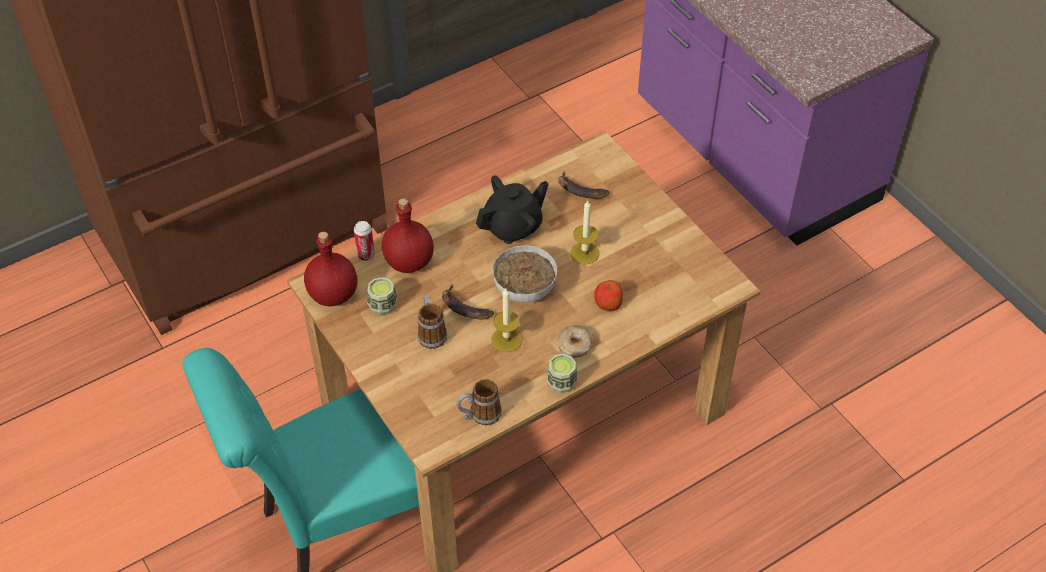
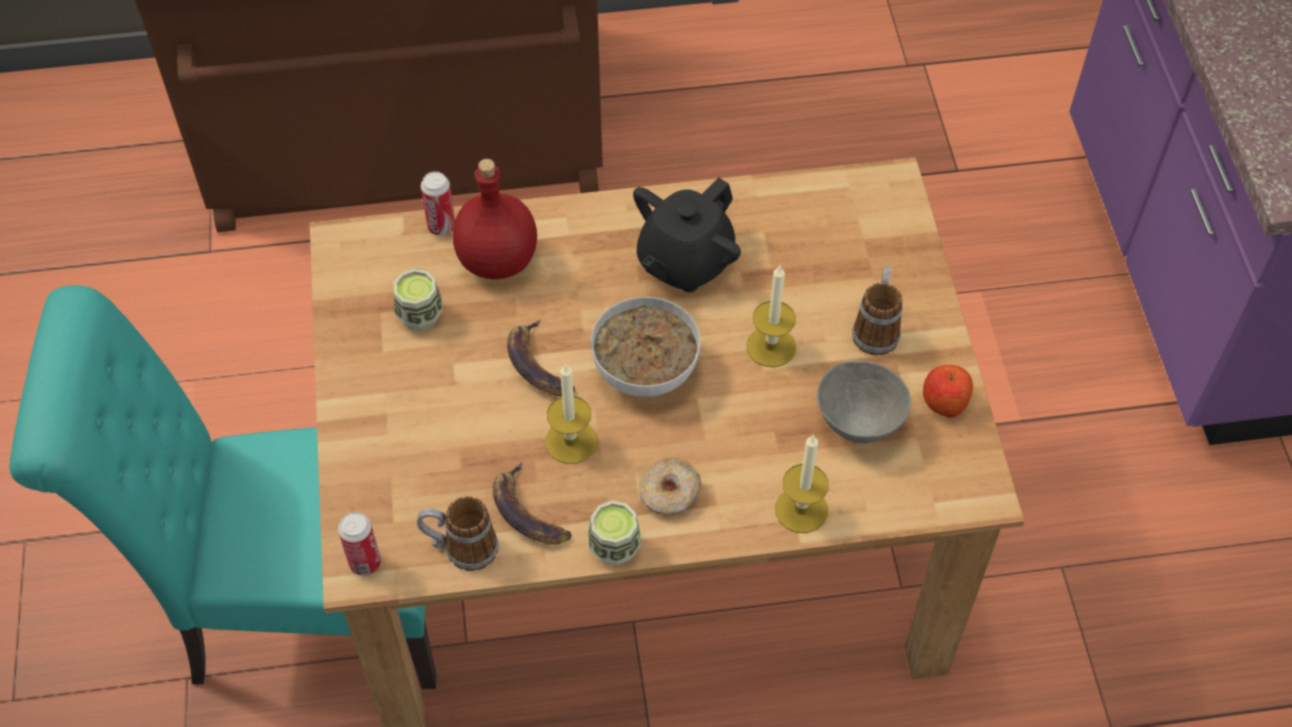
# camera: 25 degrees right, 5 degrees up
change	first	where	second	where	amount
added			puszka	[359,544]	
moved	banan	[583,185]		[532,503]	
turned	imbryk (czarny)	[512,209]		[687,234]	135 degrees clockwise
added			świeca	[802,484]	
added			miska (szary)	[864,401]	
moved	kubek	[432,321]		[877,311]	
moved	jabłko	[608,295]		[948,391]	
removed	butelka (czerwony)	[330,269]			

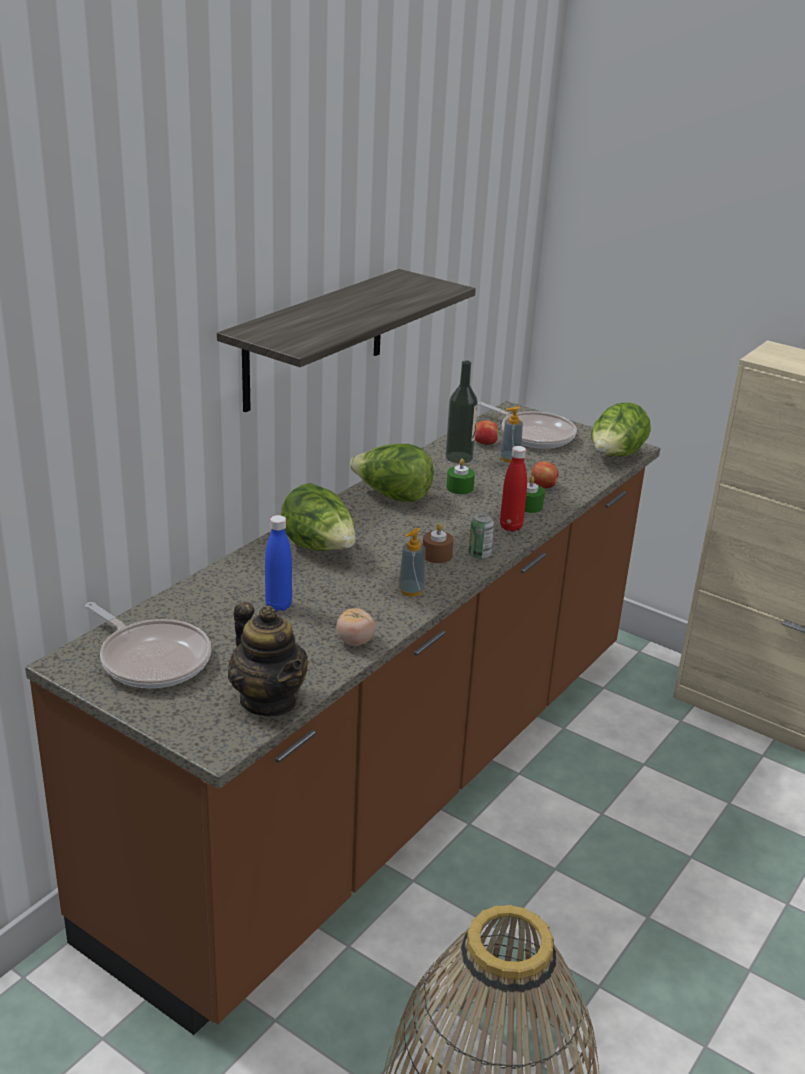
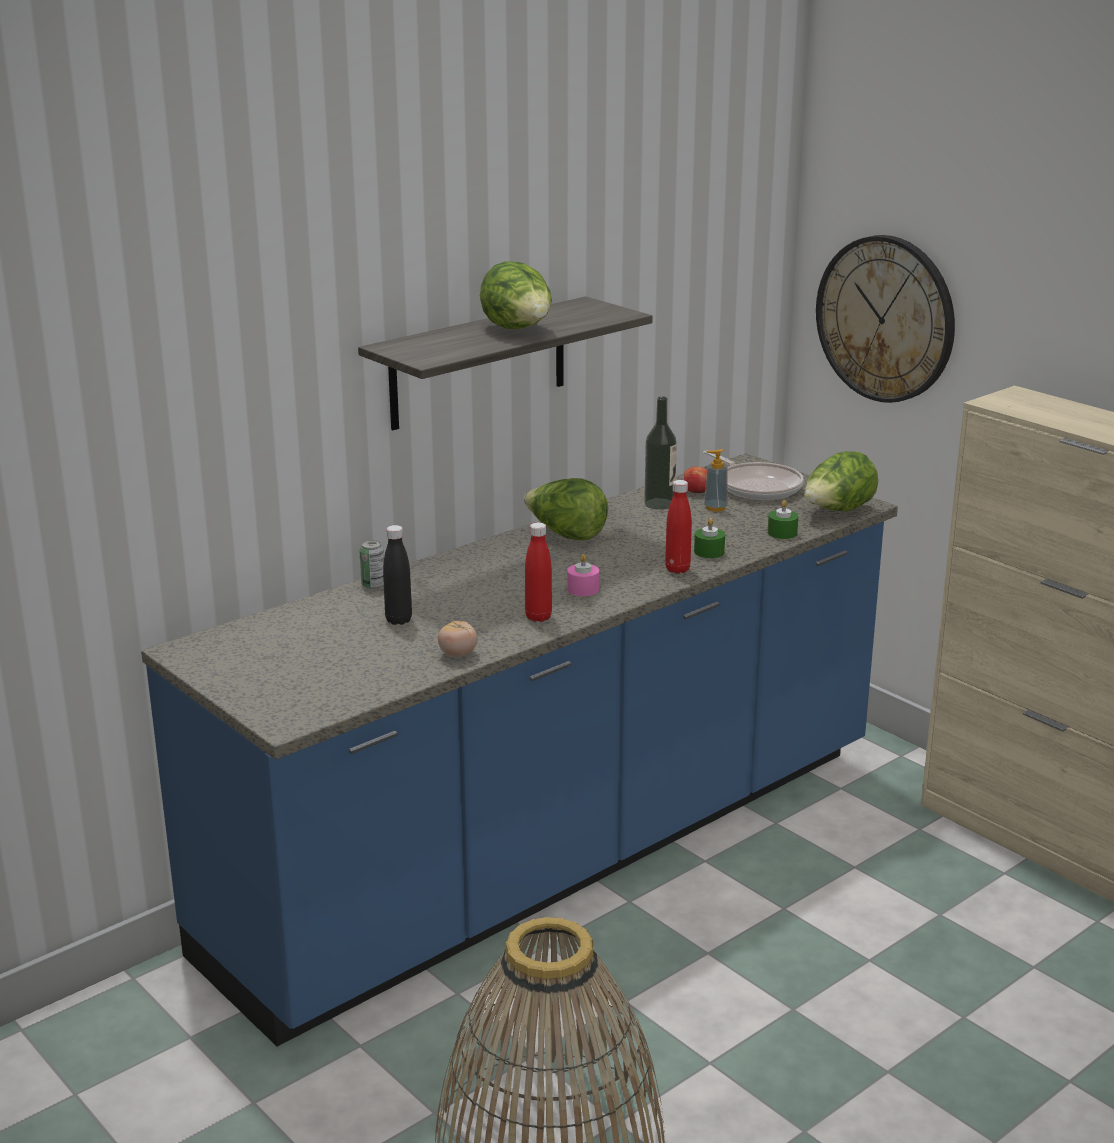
# camera: 15 degrees right, 5 degrees down
change	first	where	second	where	amount
recoloured	zabudowa kuchenna (brązowy)	[342,718]	zabudowa kuchenna (niebieski)	[519,749]	
moved	puszka	[481,536]		[371,564]	
recoloured	butelka (niebieski)	[278,563]	butelka (czarny)	[397,575]	
moved	sałata	[318,517]		[516,295]	
replaced	dozownik mydła	[411,562]	butelka (czerwony)	[538,572]	
recoloured	świeca (brązowy)	[438,543]	świeca (różowy)	[583,575]	
moved	świeca (zielony)	[460,477]		[783,519]	
added			zegar ścienny	[885,319]	
removed	patelnia	[148,645]			
removed	imbryk	[268,659]			
removed	jabłko	[544,474]			

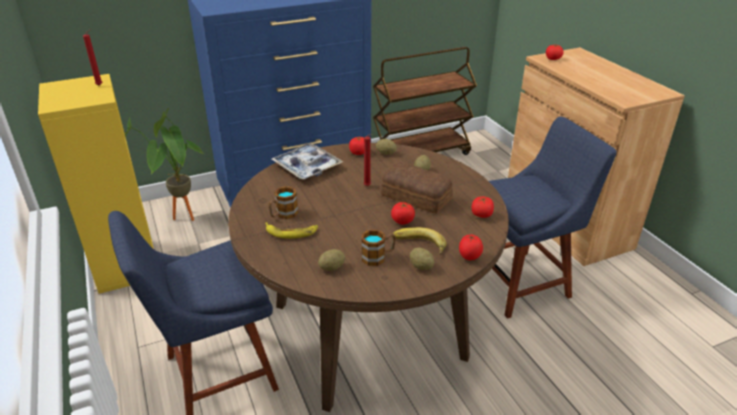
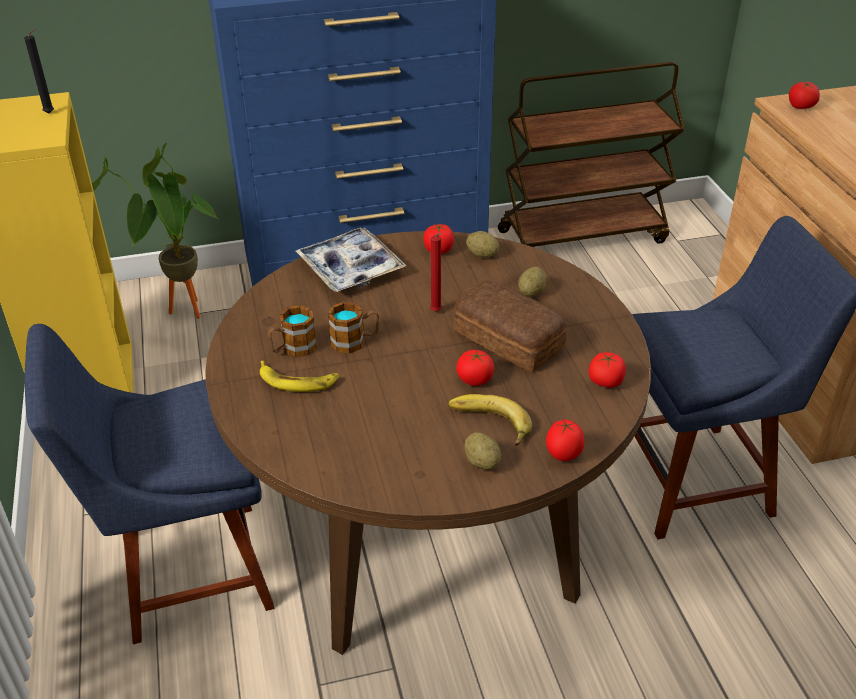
# camera: 10 degrees right, 5 degrees up
change	first	where	second	where	amount
recoloured	świeca (czerwony)	[92,57]	świeca (czarny)	[39,71]	
moved	kubek	[379,248]		[353,327]	
removed	ziemniak	[331,260]			

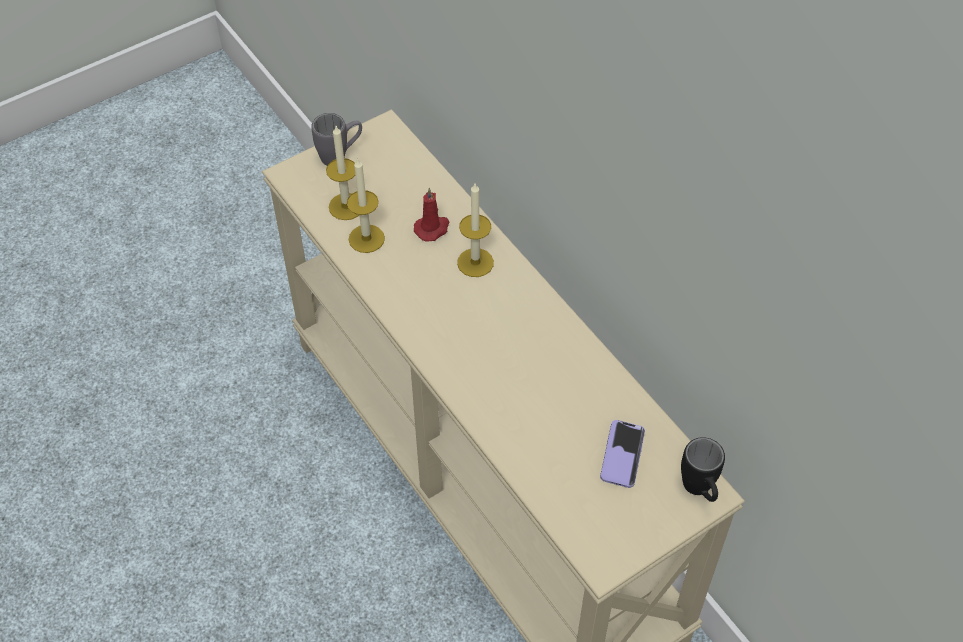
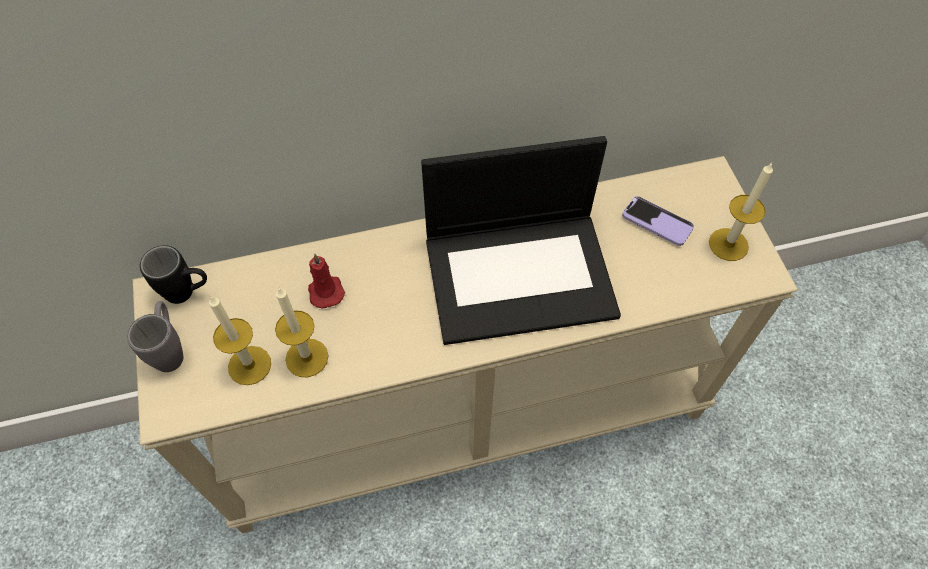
# camera: 70 degrees left, 5 degrees up
change	first	where	second	where	amount
moved	kubek (czarny)	[703,469]		[173,274]	
added			laptop	[521,240]	
moved	świeca	[475,230]		[741,212]	

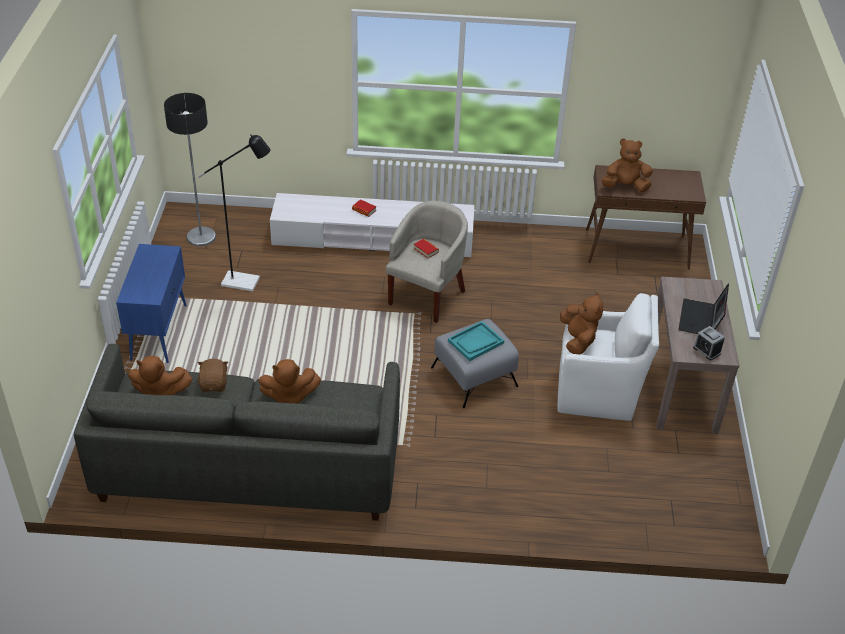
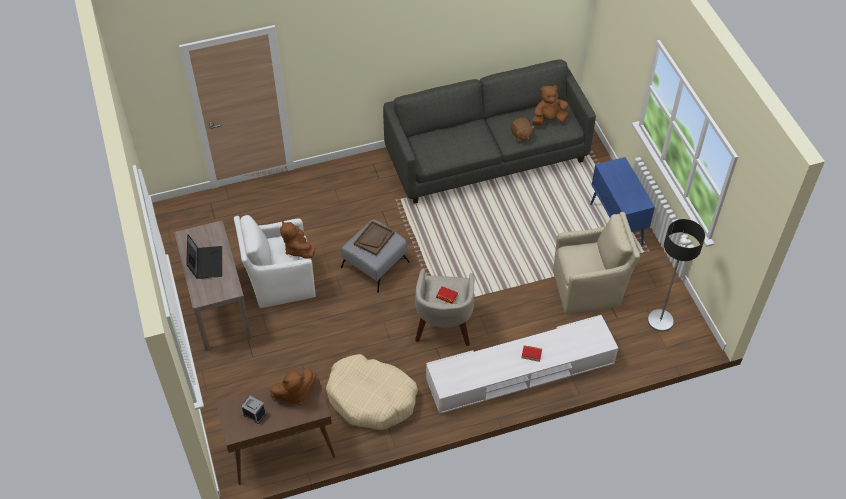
# camera: 160 degrees right, 10 degrees up
change	first	where	second	where	amount
moved	budzik	[709,343]		[254,410]	
added			legowisko (beżowy)	[372,392]	
recoloured	taca (turkusowy)	[476,341]	taca (brązowy)	[374,238]	
replaced	lampa stojąca (czarny)	[234,212]	fotel (beżowy)	[596,262]	
removed	pluszak (brązowy)	[289,381]			

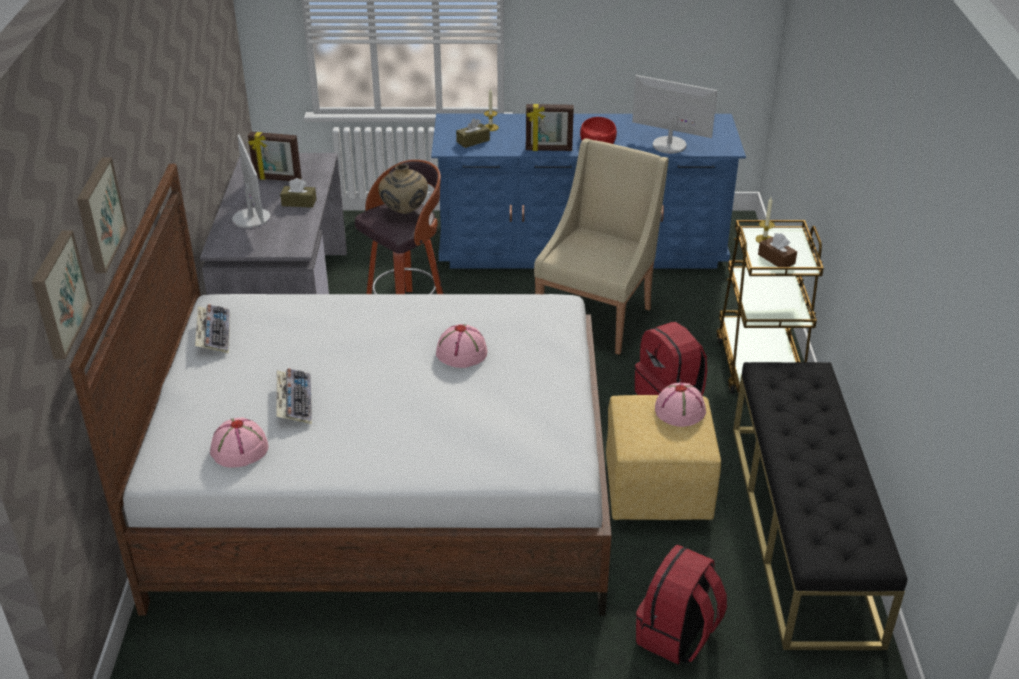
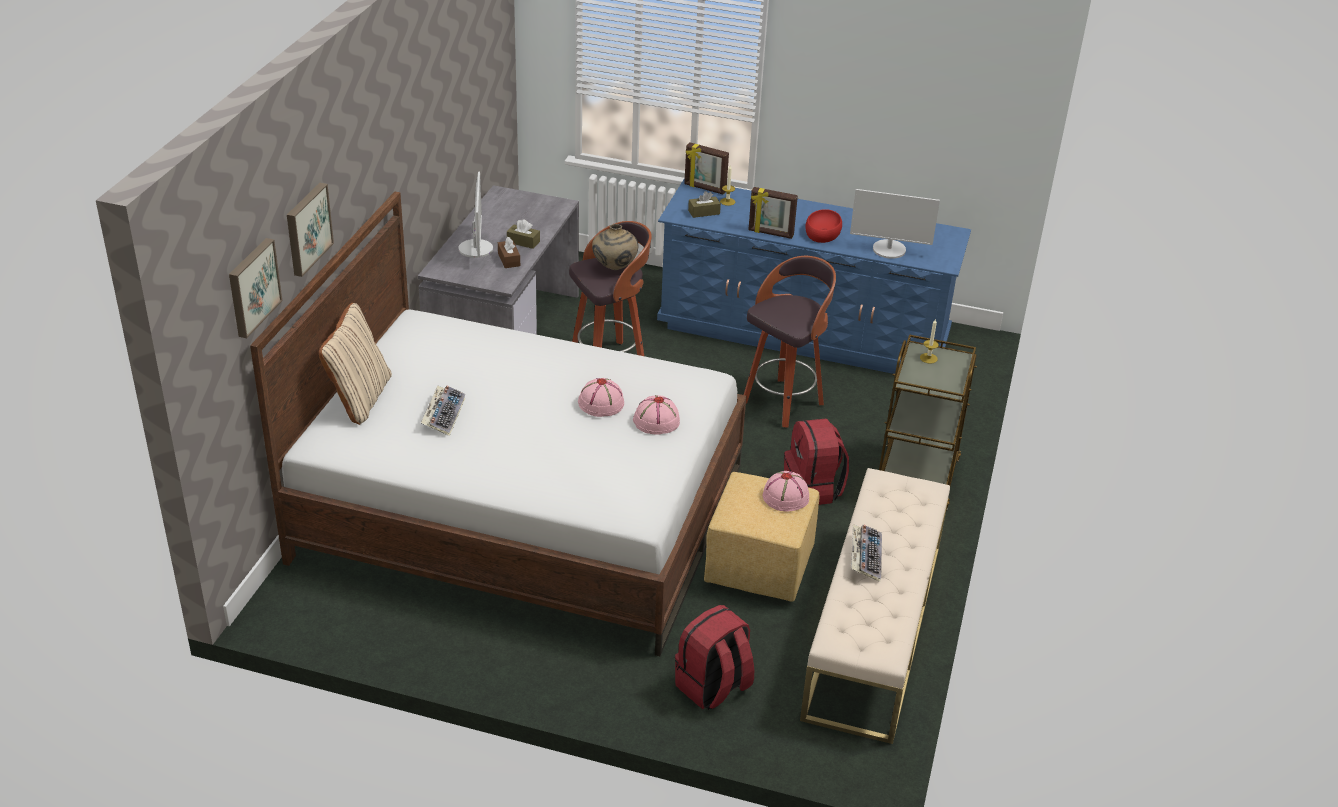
# camera: 15 degrees right, 0 degrees up
change	first	where	second	where	amount
added			poduszka (beżowy)	[355,364]	
moved	pudełko chusteczek (brązowy)	[777,250]		[509,252]	
moved	kapelusz (różowy)	[239,442]		[656,414]	
moved	ramka na zdjęcie	[275,156]		[706,168]	
replaced	fotel (beżowy)	[601,247]	stołek	[790,342]	
recoloured	ławka (czarny)	[820,506]	ławka (beżowy)	[875,606]	
turned	monitor	[674,114]		[895,224]	150 degrees clockwise
moved	klawiatura	[212,329]		[866,553]	

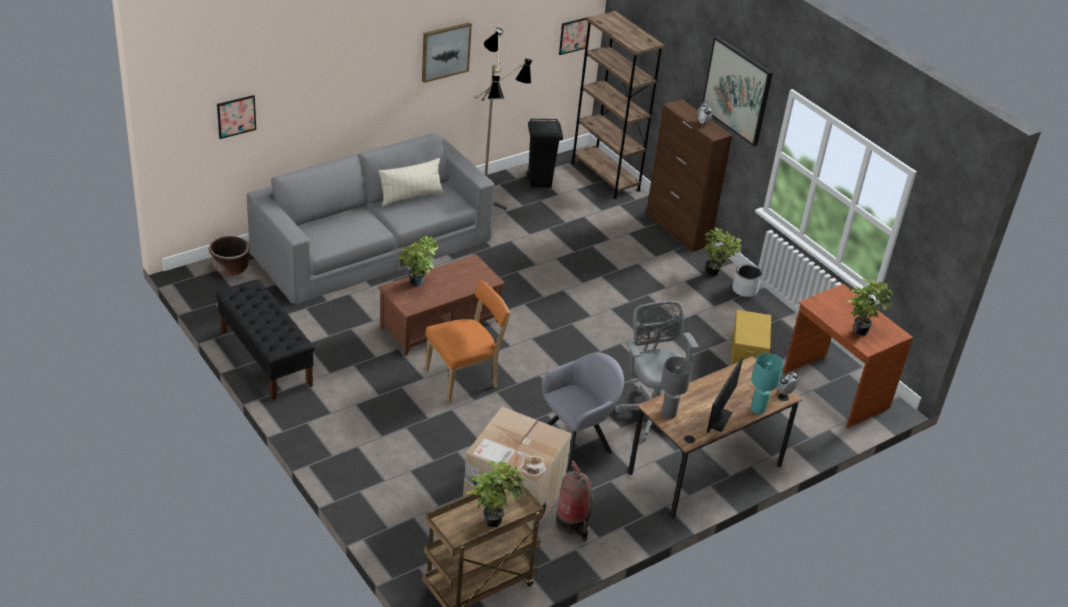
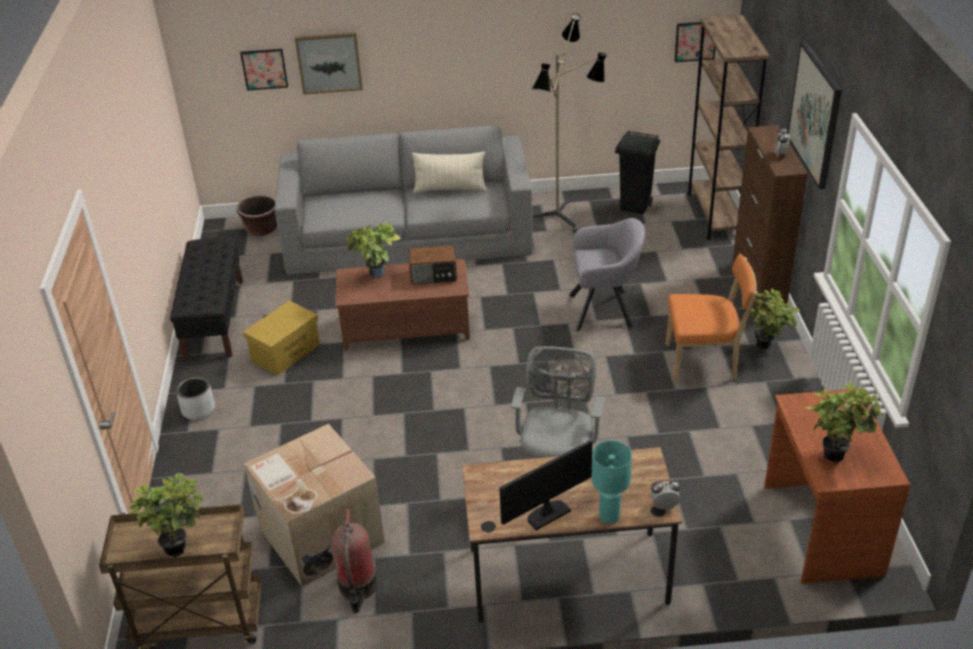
# camera: 35 degrees right, 0 degrees up
change	first	where	second	where	amount
moved	donica (szary)	[747,280]		[195,398]	
moved	pojemnik do przechowywania (żółty)	[751,337]		[281,338]	
moved	obraz	[447,52]		[329,63]	
added			radio	[433,265]	
moved	fotel (szary)	[583,412]		[607,274]	
moved	krzesło (pomarańczowy)	[468,341]		[711,318]	
removed	lampa stołowa (szary)	[676,387]			

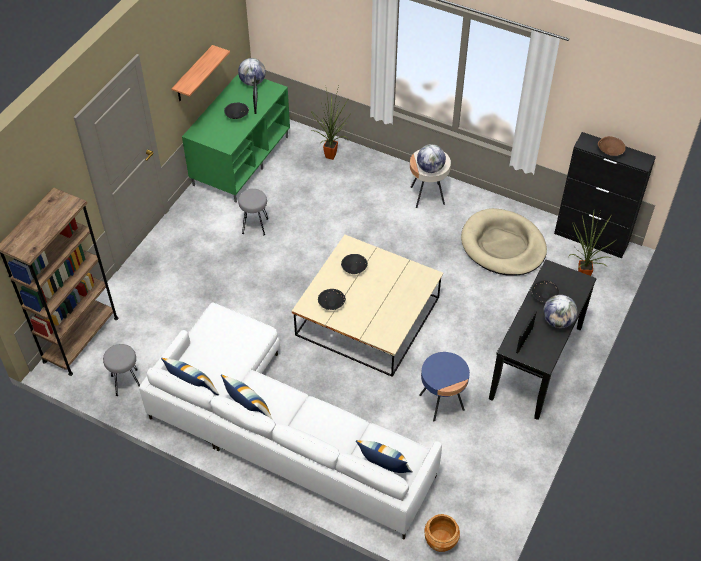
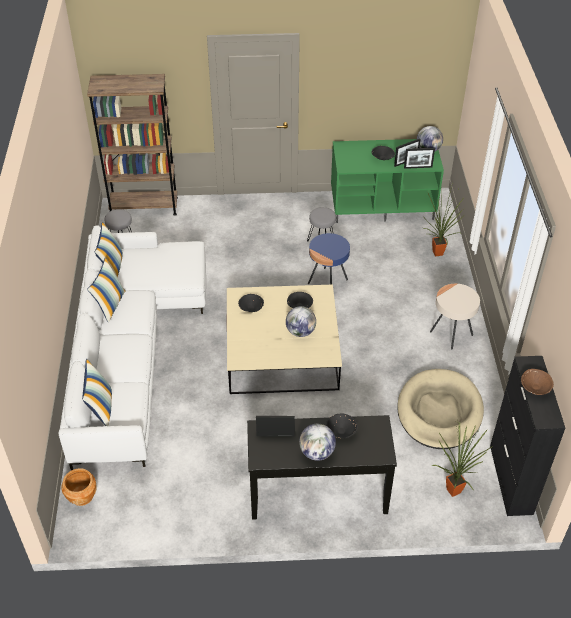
# camera: 60 degrees right, 5 degrees down
change	first	where	second	where	amount
moved	globus	[431,158]		[301,321]	
moved	stolik (niebieski)	[444,387]		[329,259]	
added			ramka na zdjęcie	[419,158]	
removed	półka	[201,73]			

